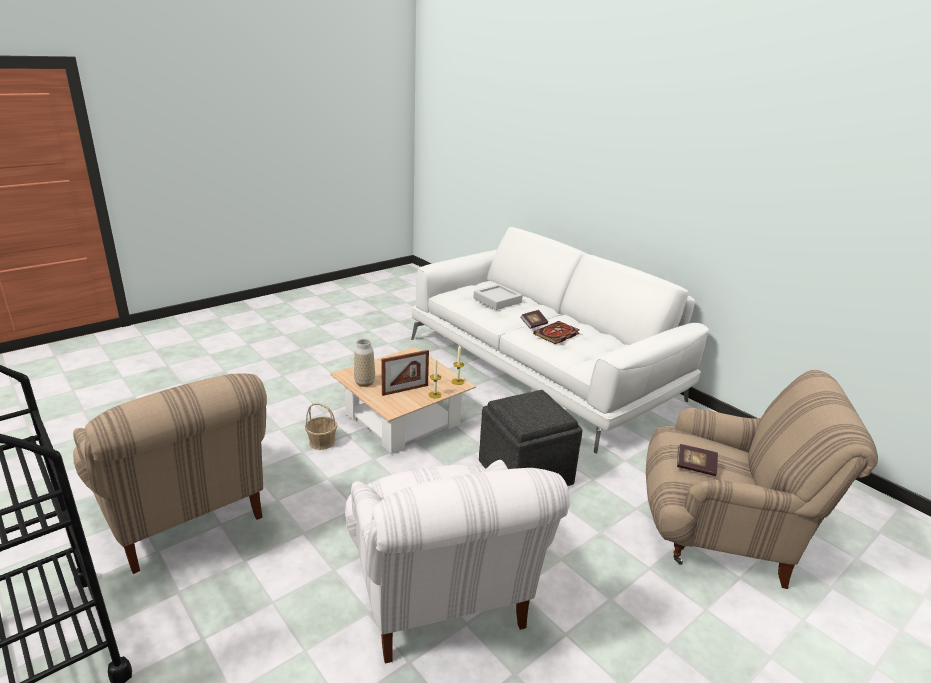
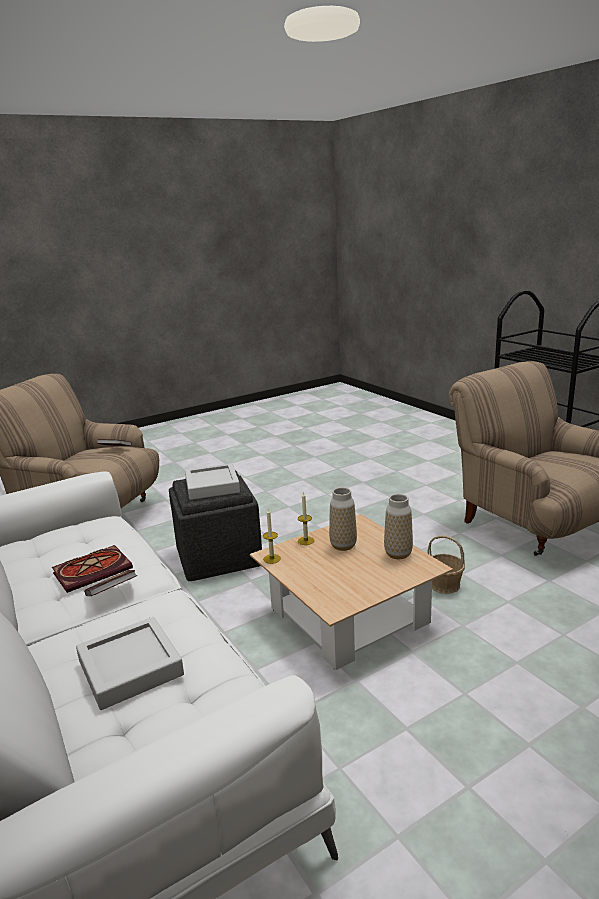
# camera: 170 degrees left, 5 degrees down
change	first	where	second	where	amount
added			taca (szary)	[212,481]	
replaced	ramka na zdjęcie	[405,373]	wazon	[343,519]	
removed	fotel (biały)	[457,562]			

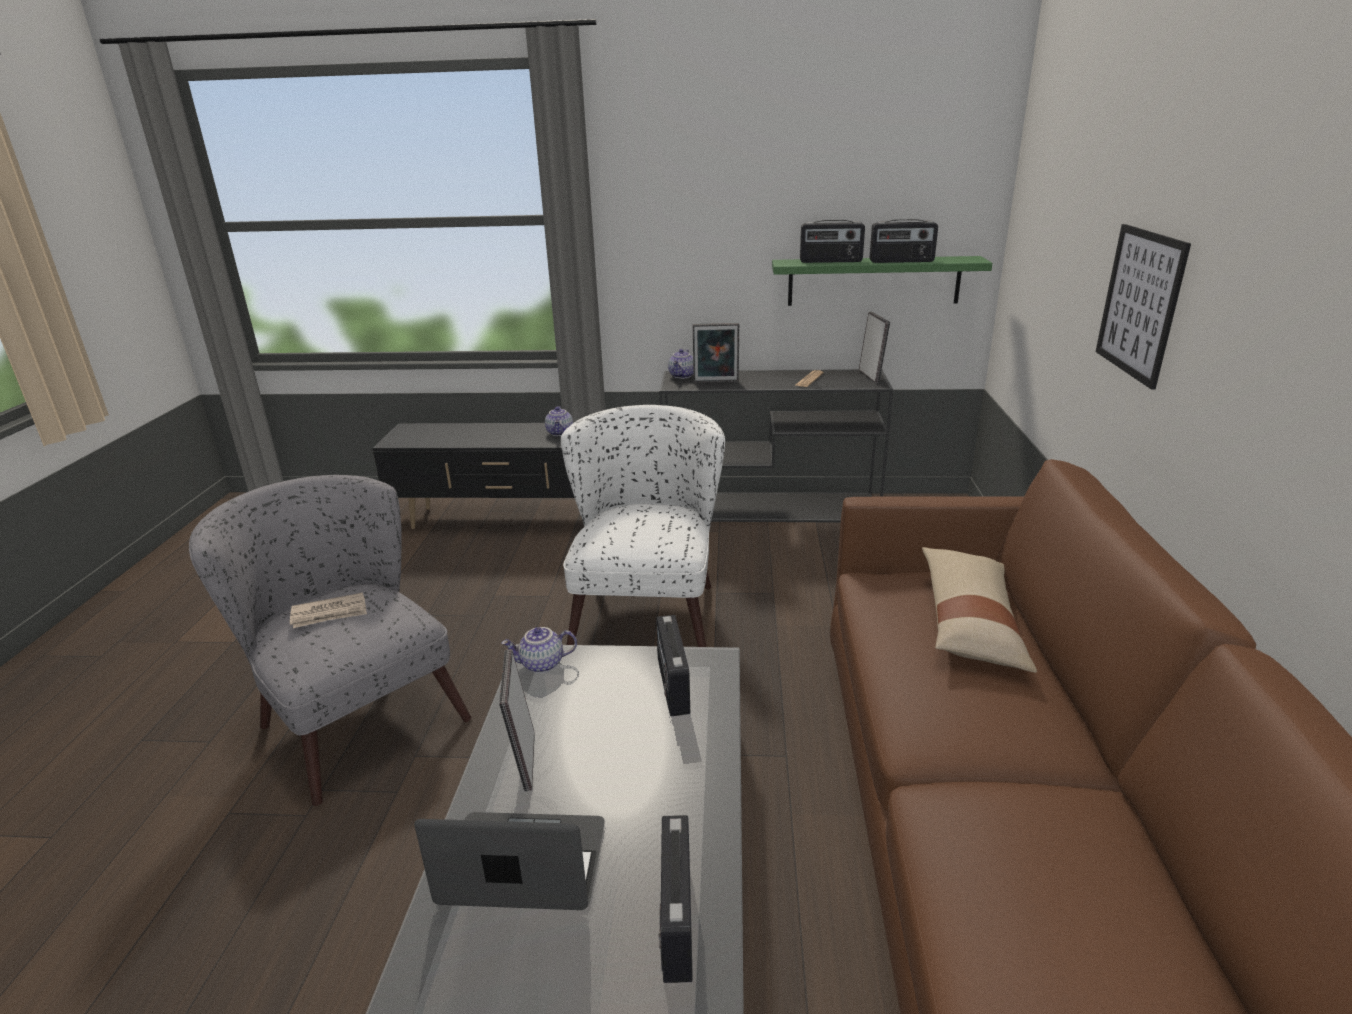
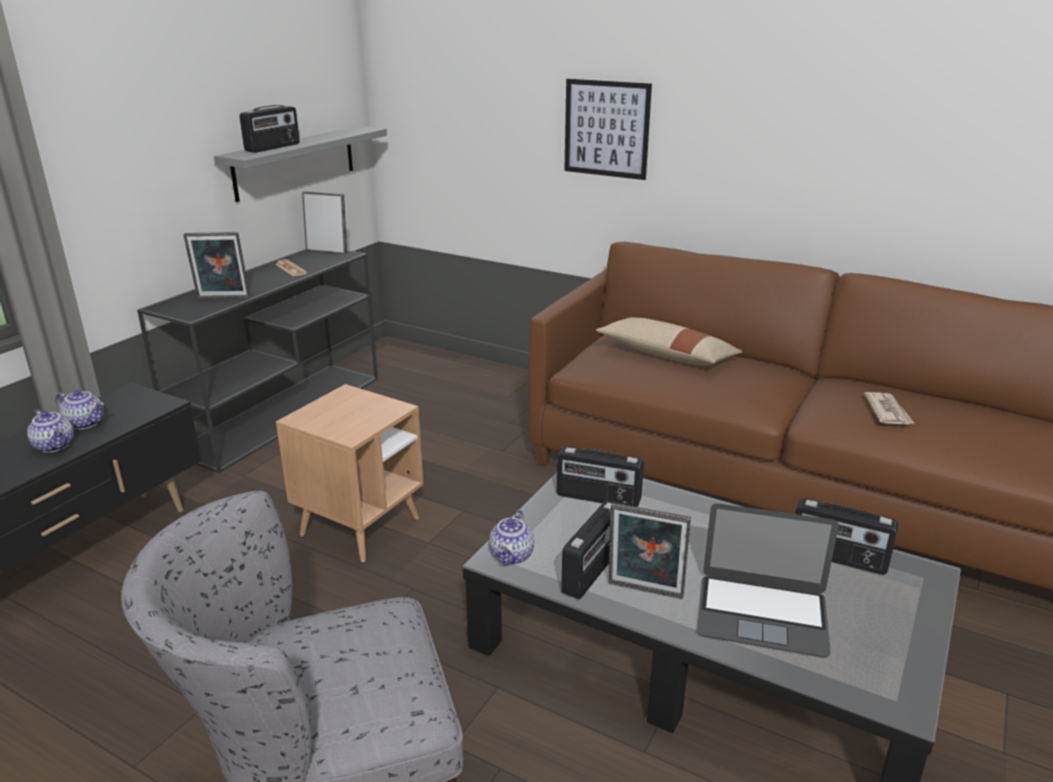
# camera: 65 degrees left, 0 degrees up
change	first	where	second	where	amount
moved	imbryk	[680,364]		[50,431]	
turned	ramka na zdjęcie	[716,353]		[216,265]	60 degrees clockwise
recoloured	półka (zielony)	[882,281]	półka (szary)	[300,164]	
replaced	fotel (biały)	[643,526]	stolik (brązowy)	[349,473]	
moved	radio	[904,241]		[586,550]	
turned	laptop	[509,861]		[768,580]	105 degrees counterclockwise
moved	gazeta	[328,610]		[889,408]	

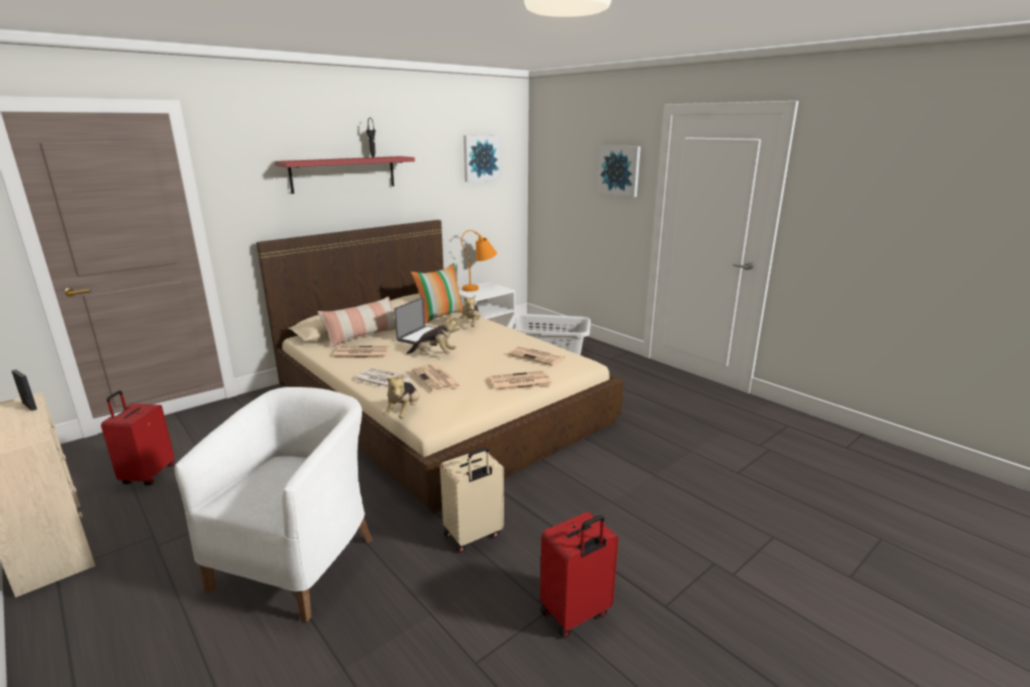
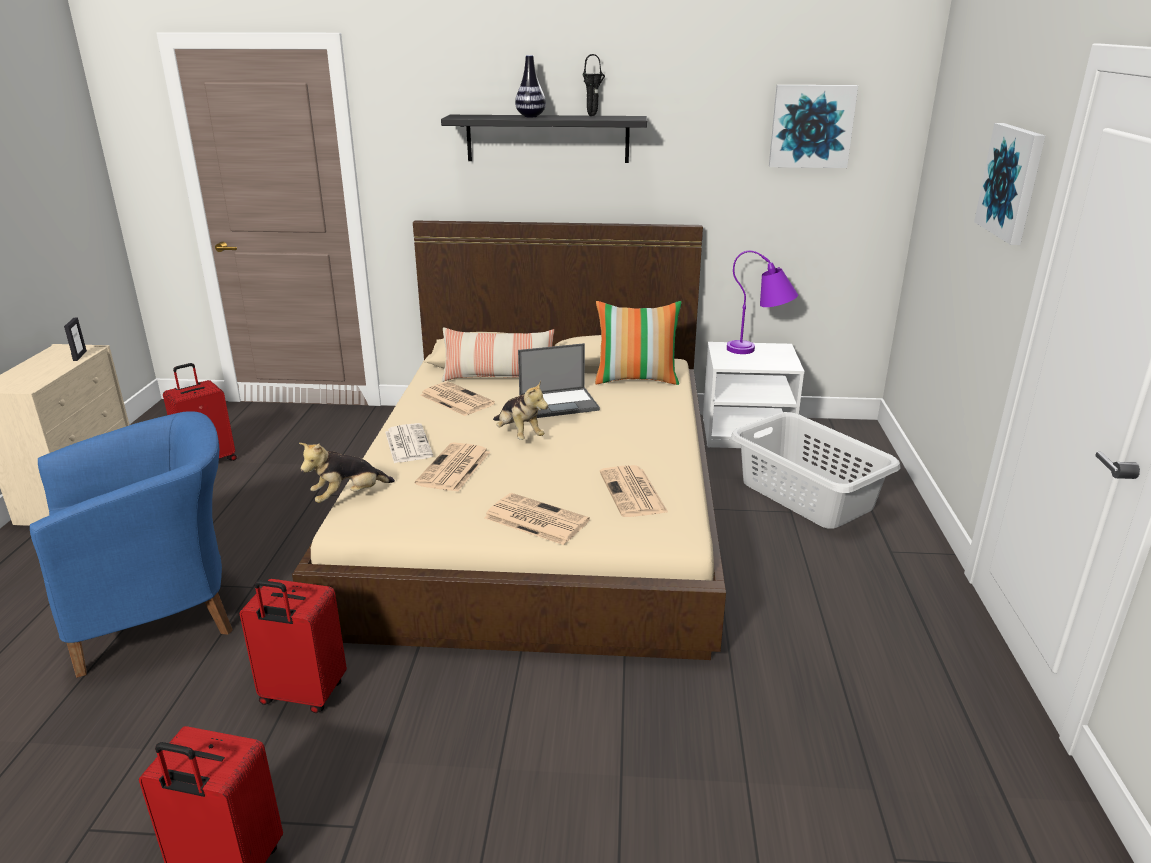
# camera: 45 degrees right, 5 degrees up
change	first	where	second	where	amount
recoloured	fotel (biały)	[274,504]	fotel (niebieski)	[131,544]	
recoloured	walizka (beżowy)	[472,499]	walizka (czerwony)	[293,646]	
recoloured	półka (czerwony)	[345,175]	półka (czarny)	[544,139]	
added			wazon	[530,86]	
recoloured	lampa stołowa (pomarańczowy)	[479,261]	lampa stołowa (fioletowy)	[762,302]	
removed	pluszak	[470,311]			

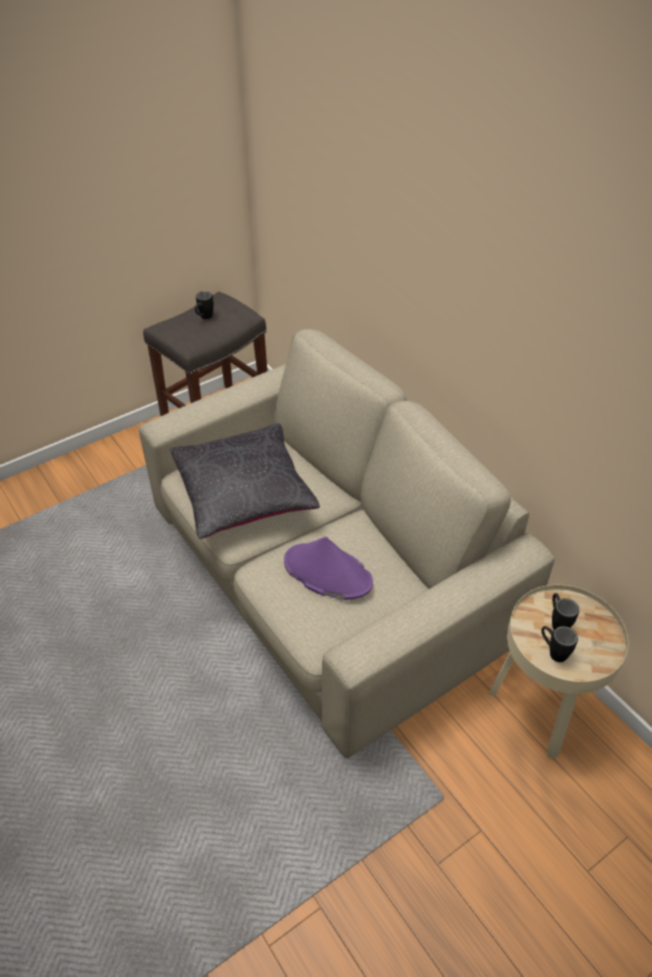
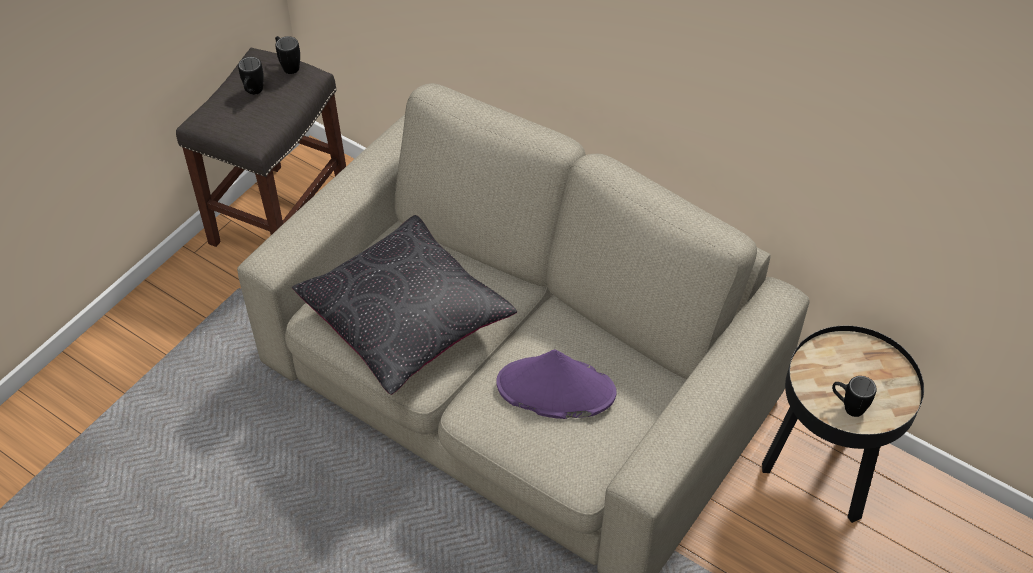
# camera: 20 degrees left, 5 degrees up
change	first	where	second	where	amount
moved	kubek (czarny)	[565,611]		[287,55]	
recoloured	stolik (beżowy)	[559,671]	stolik (czarny)	[843,424]	

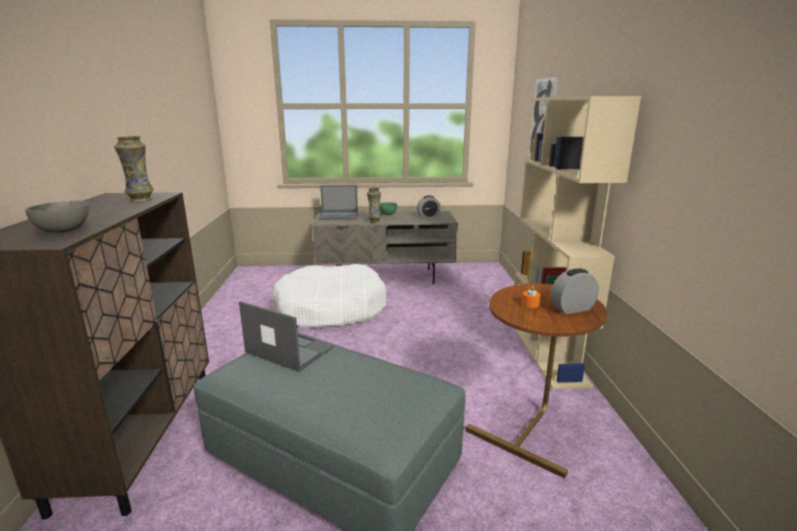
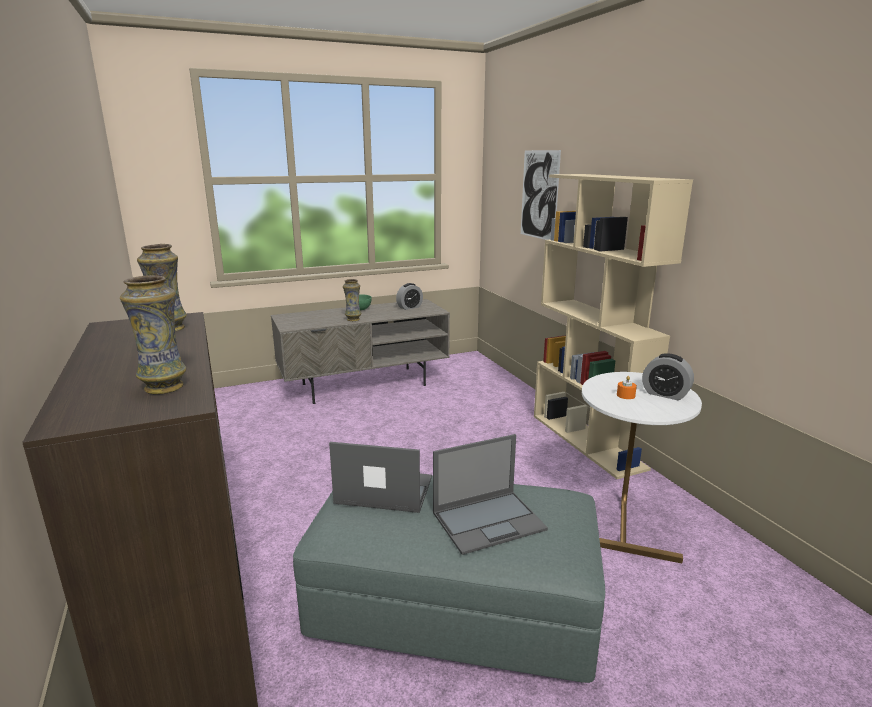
# camera: 20 degrees left, 0 degrees up
change	first	where	second	where	amount
replaced	miska (szary)	[57,217]	wazon	[153,334]	
moved	laptop	[338,202]		[490,494]	
recoloured	stolik (brązowy)	[536,381]	stolik (biały)	[642,467]	
turned	budzik	[575,291]		[668,376]	105 degrees counterclockwise
removed	legowisko (biały)	[329,296]			

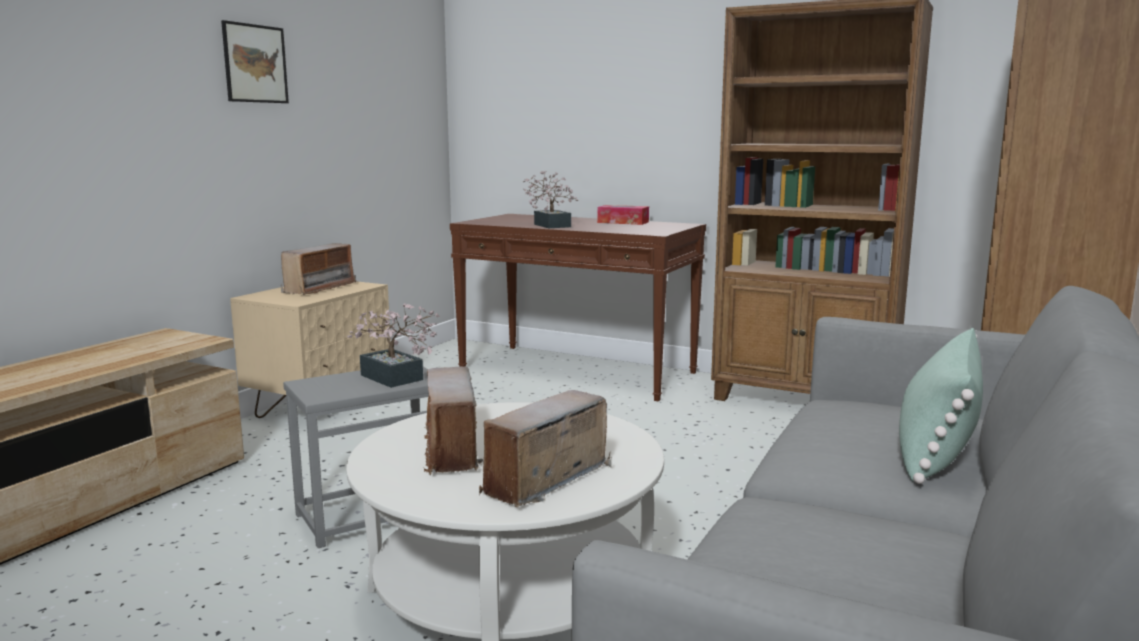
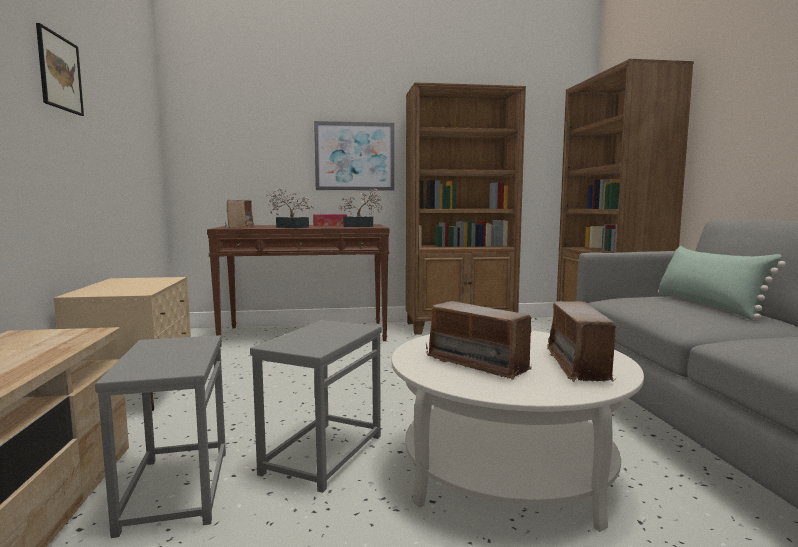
# camera: 35 degrees left, 5 degrees down
change	first	where	second	where	amount
added			stolik (szary)	[160,436]	
moved	radio	[318,269]		[240,214]	
added			obraz	[354,156]	
moved	roślina doniczkowa	[393,345]		[360,207]	

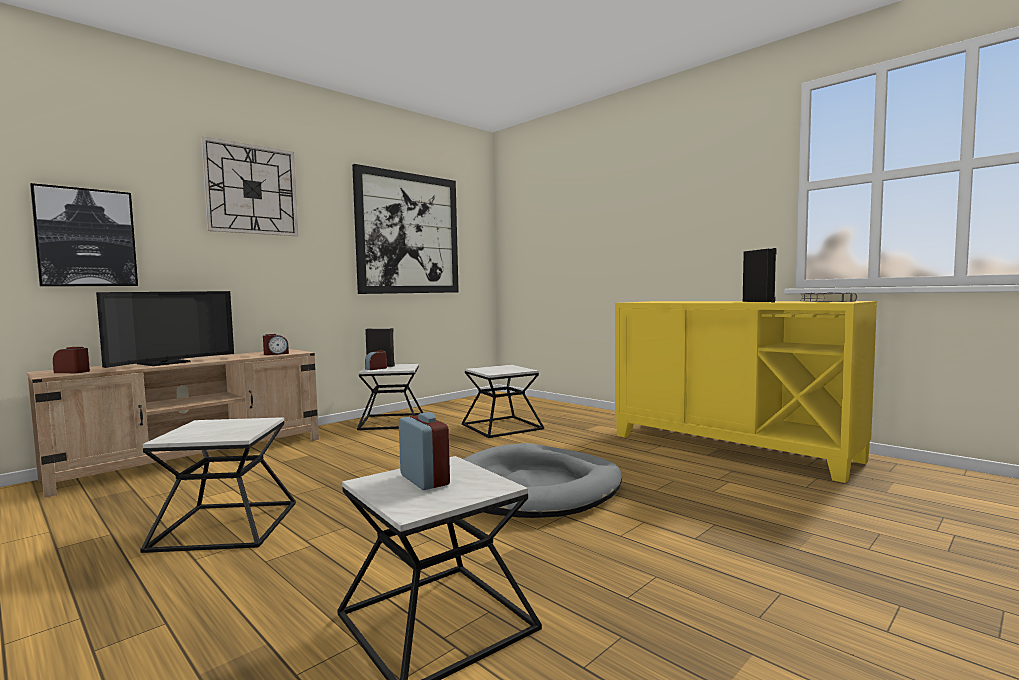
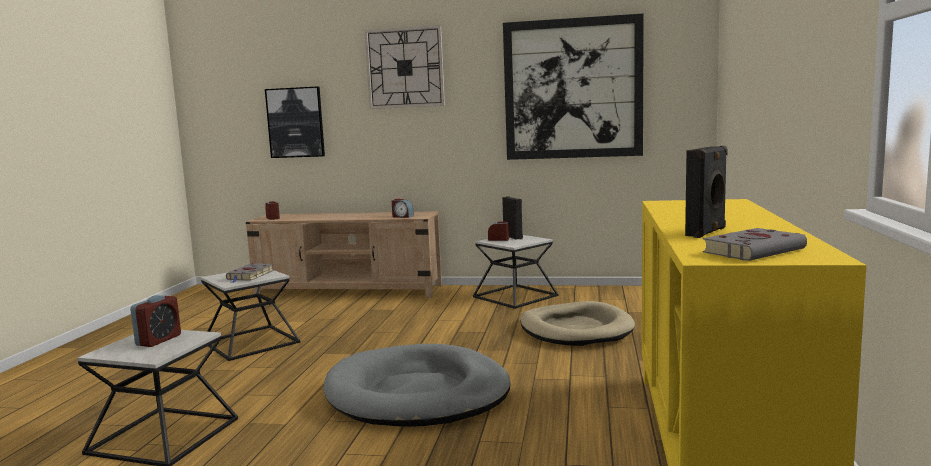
# camera: 55 degrees right, 5 degrees up
change	first	where	second	where	amount
added			książka (szary)	[250,273]	
replaced	stolik	[503,401]	legowisko (beżowy)	[577,323]	
removed	telewizor	[165,329]			

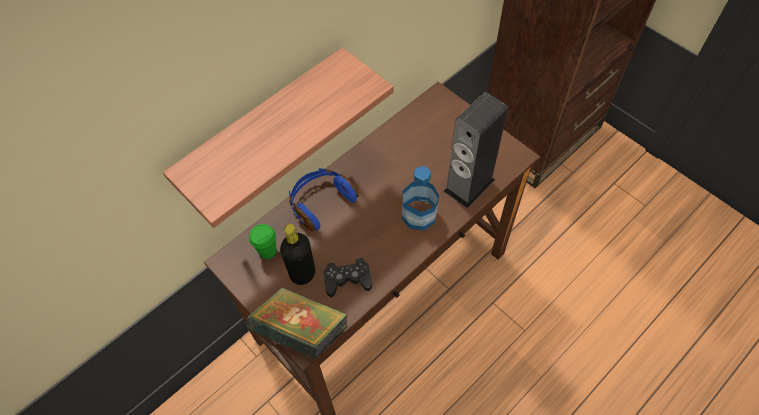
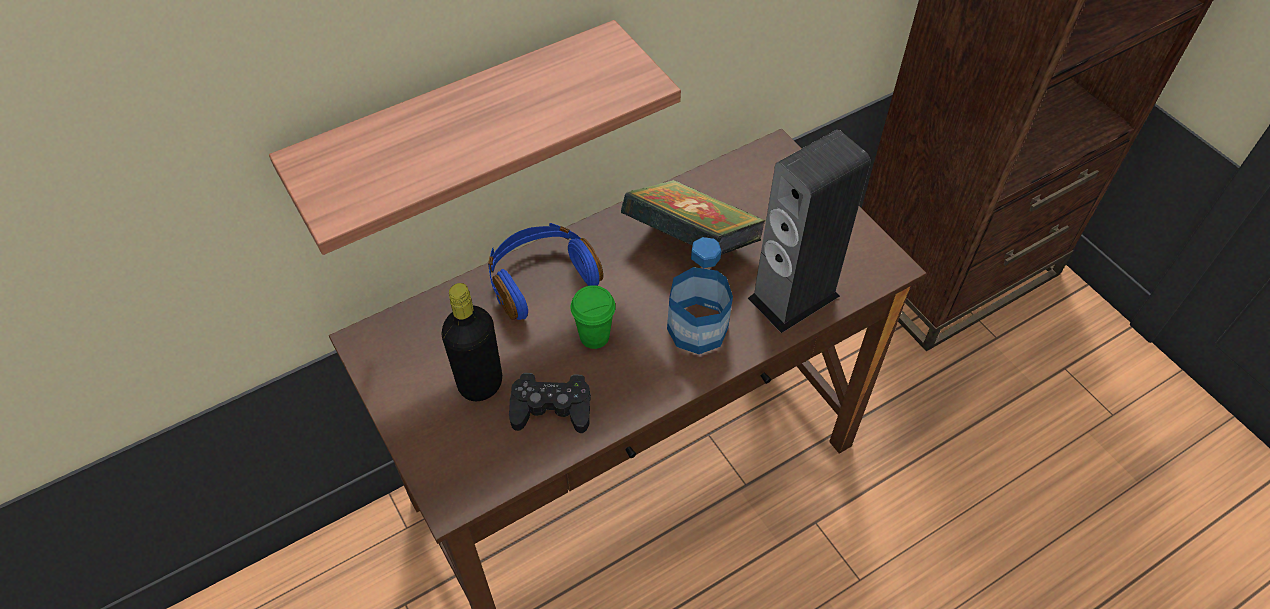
# camera: 10 degrees right, 5 degrees down
change	first	where	second	where	amount
moved	filiżanka (zielony)	[263,241]		[593,317]	
moved	książka	[297,324]		[693,217]	

